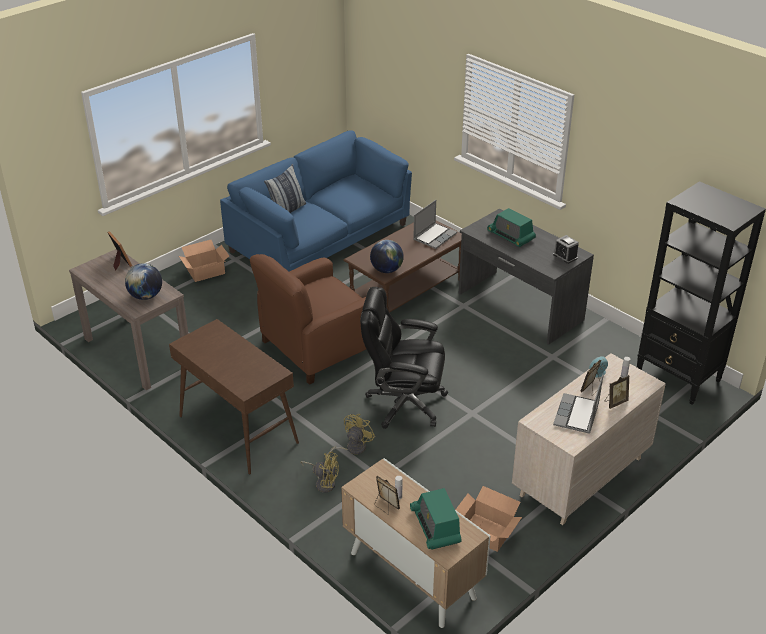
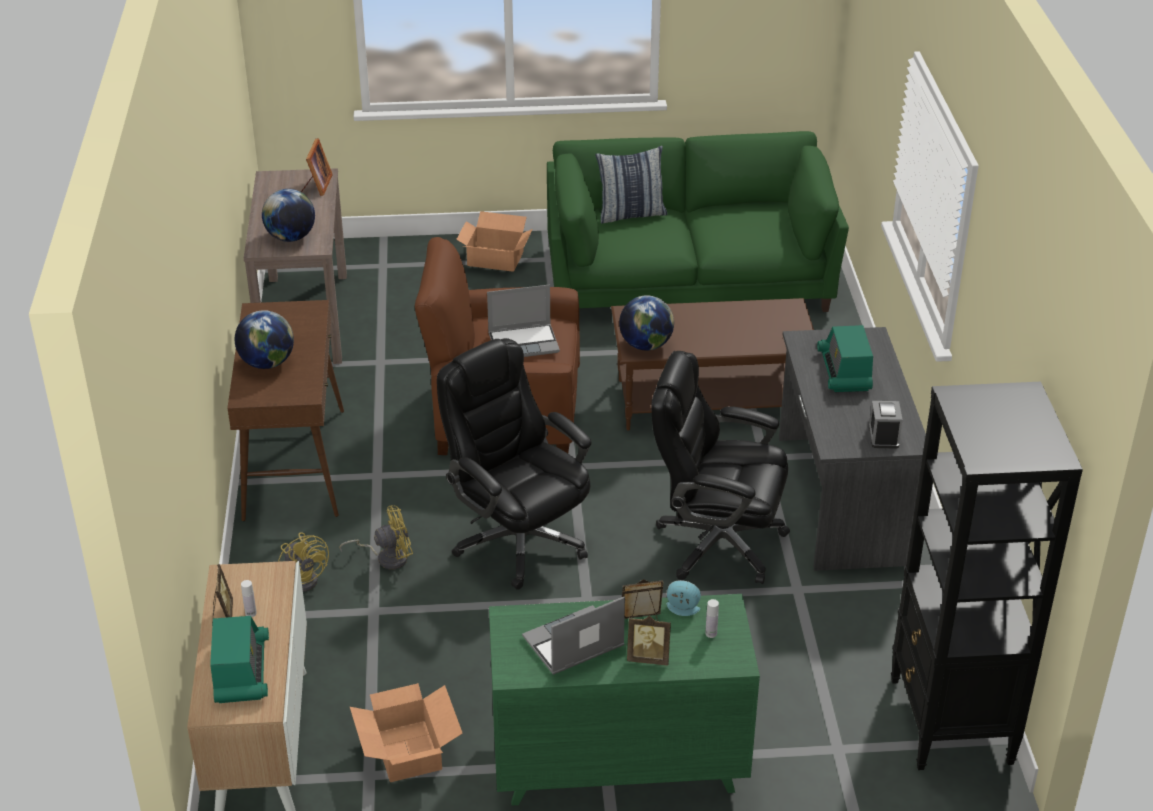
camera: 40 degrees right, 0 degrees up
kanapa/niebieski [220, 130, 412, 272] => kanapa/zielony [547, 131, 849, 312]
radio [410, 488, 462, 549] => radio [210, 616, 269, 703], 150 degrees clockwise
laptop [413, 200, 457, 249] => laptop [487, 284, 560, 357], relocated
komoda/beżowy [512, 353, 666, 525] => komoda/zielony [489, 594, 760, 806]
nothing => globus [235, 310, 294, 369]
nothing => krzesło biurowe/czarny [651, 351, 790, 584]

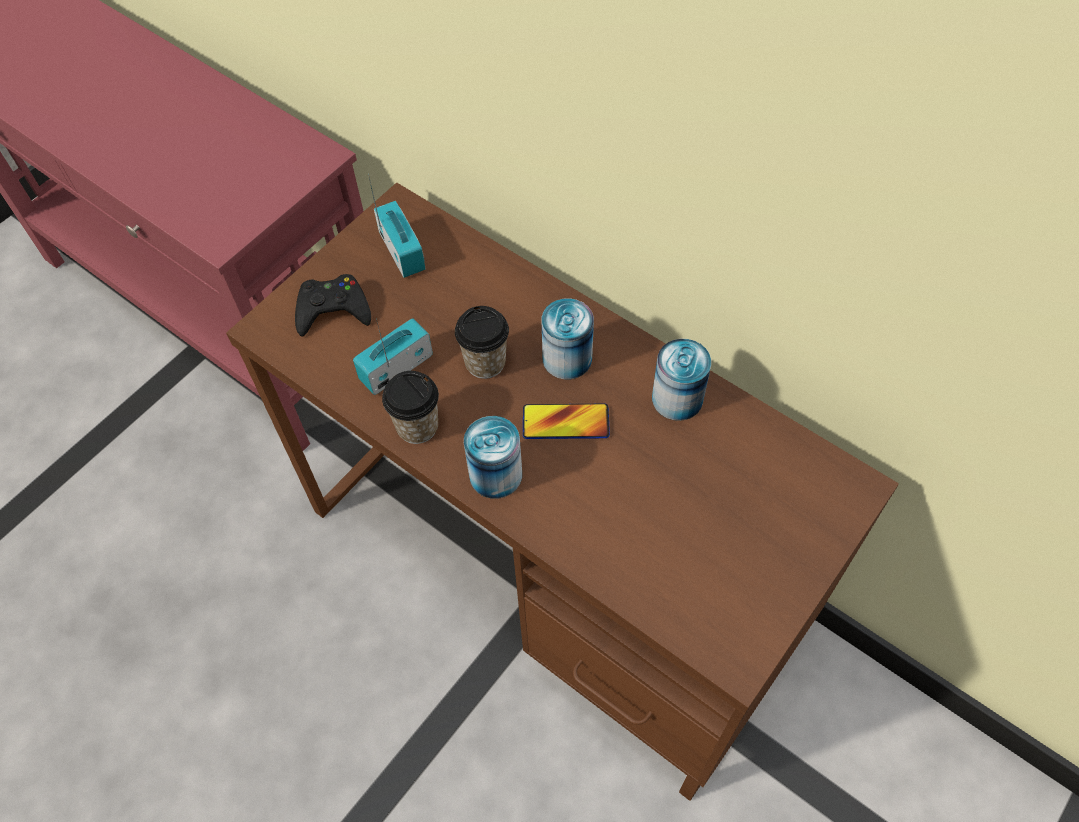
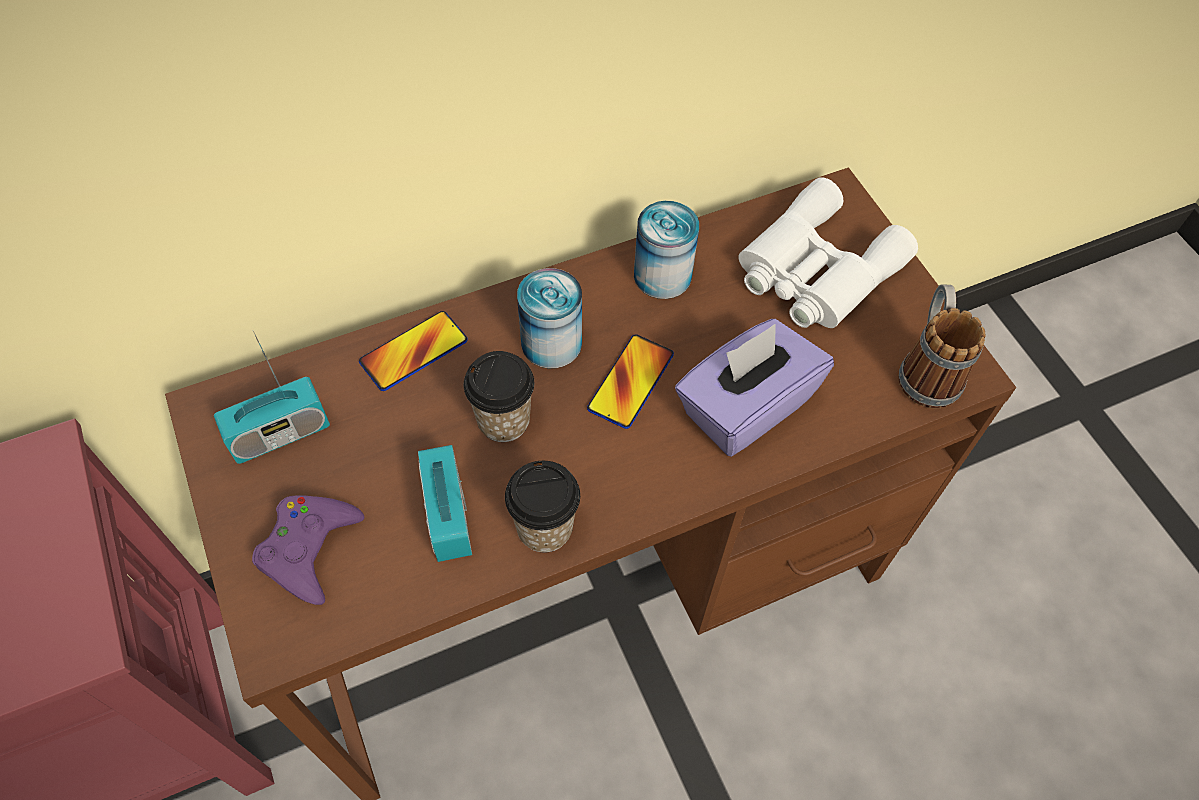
camera: 65 degrees left, 0 degrees up
pad do gier/czarny [295, 274, 371, 337] => pad do gier/fioletowy [252, 495, 364, 605]
radio [368, 174, 426, 278] => radio [214, 331, 330, 464], 150 degrees clockwise
puszka [464, 416, 522, 499] => nothing
nothing => telefon [359, 311, 468, 391]
nothing => pudełko chusteczek/fioletowy [675, 319, 834, 457]
nothing => lornetka/biały [738, 177, 918, 328]
nothing => kubek [898, 284, 985, 408]

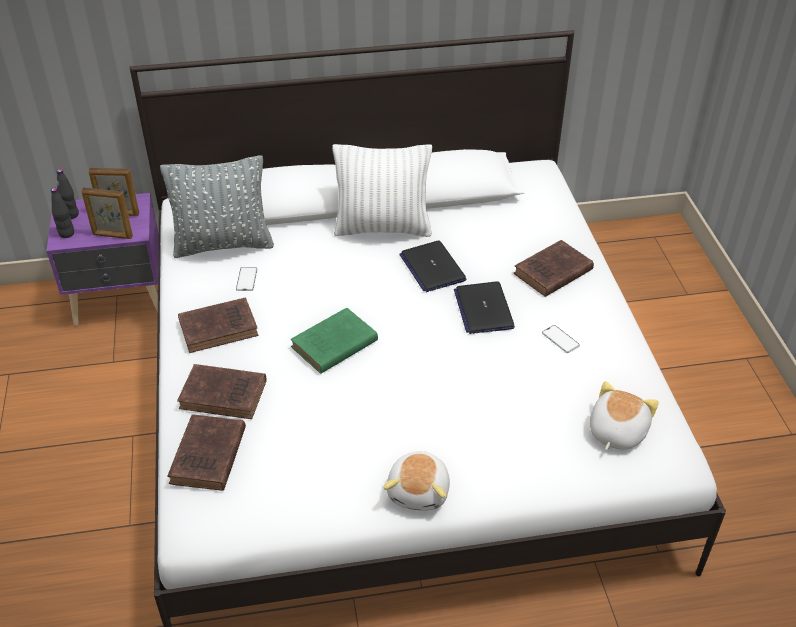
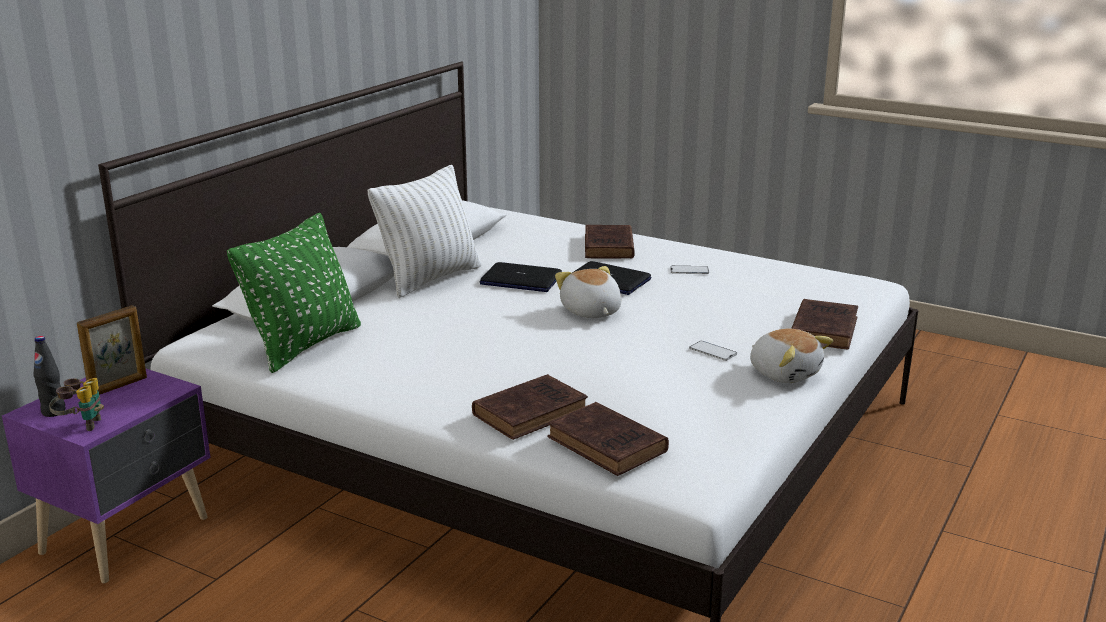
camera: 50 degrees left, 20 degrees down
butelka/czarny [51, 188, 74, 238] => lornetka [49, 378, 104, 431]
ramka na zdjęcie [81, 187, 133, 239] => nothing
poduszka/szary [160, 155, 274, 258] => poduszka/zielony [227, 213, 361, 373]
książka/brązowy [178, 297, 259, 353] => książka/brązowy [791, 299, 858, 349], relocated
telefon [236, 267, 257, 291] => telefon [689, 341, 737, 361], relocated
książka/zielony [291, 308, 378, 374] => nothing
pluszak [590, 381, 659, 450] => pluszak [555, 266, 621, 318], relocated

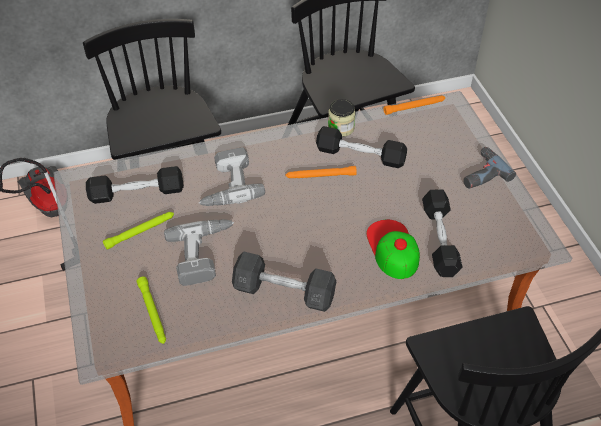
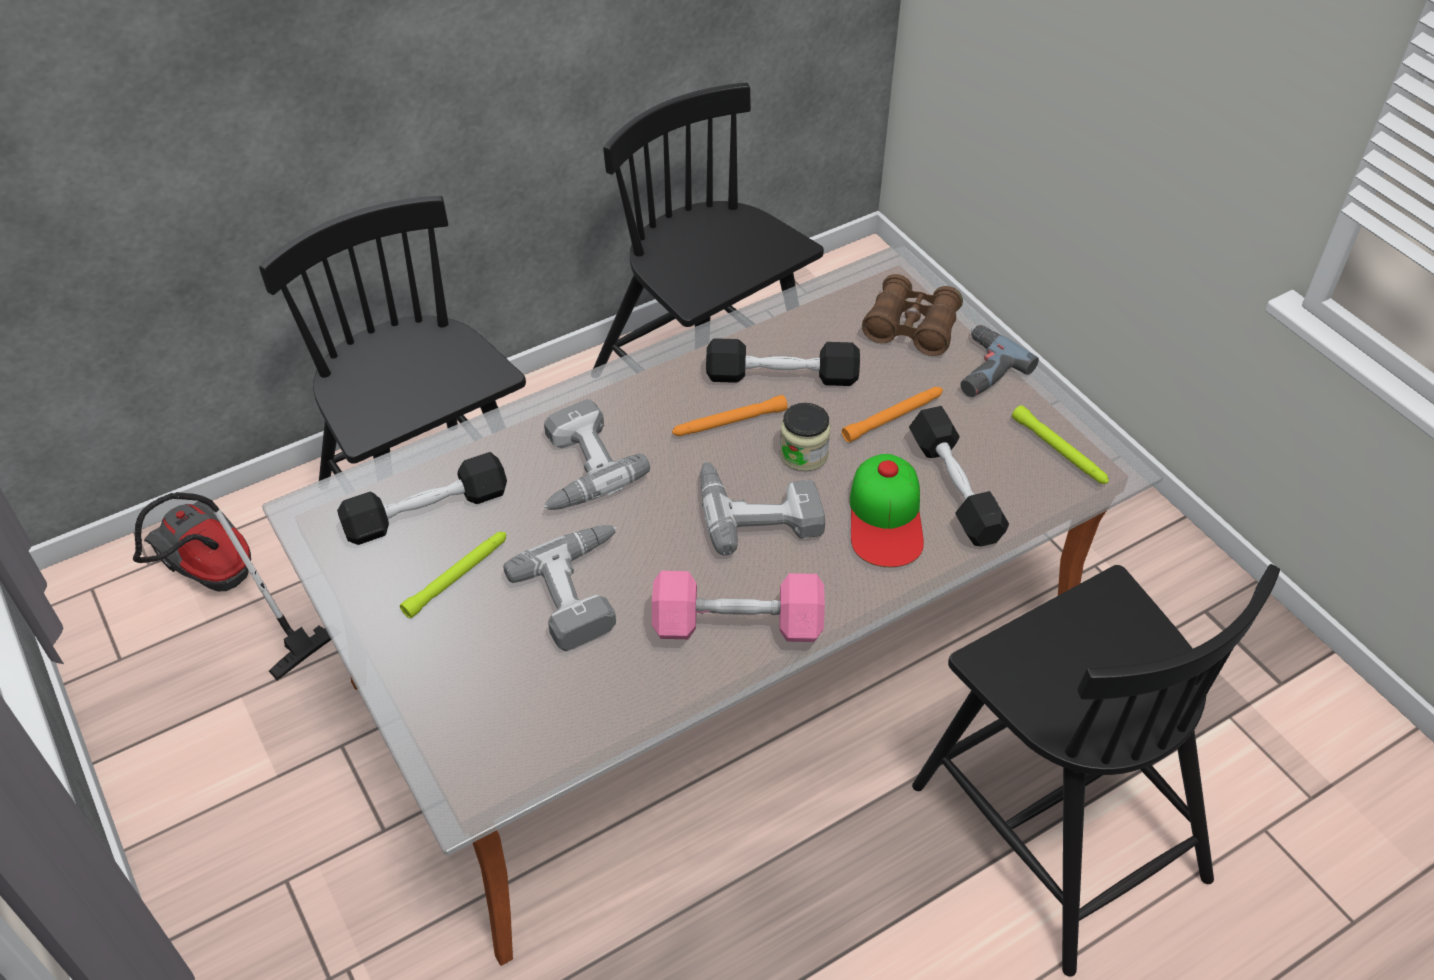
camera: 15 degrees left, 0 degrees up
latarka/zielony [136, 277, 166, 344] => latarka/zielony [1012, 405, 1109, 484], relocated
hantel/szary [232, 251, 336, 312] => hantel/różowy [652, 571, 825, 642]
słoik [328, 99, 355, 137] => słoik [779, 403, 831, 471], relocated
czapka z daszkiem [366, 220, 420, 279] => czapka z daszkiem [850, 454, 924, 567], 150 degrees counterclockwise
latarka/pomarańczowy [383, 95, 445, 115] => latarka/pomarańczowy [842, 387, 943, 442], relocated
nothing => wiertarka [700, 462, 825, 555]
nothing => lornetka/brązowy [862, 274, 963, 356]

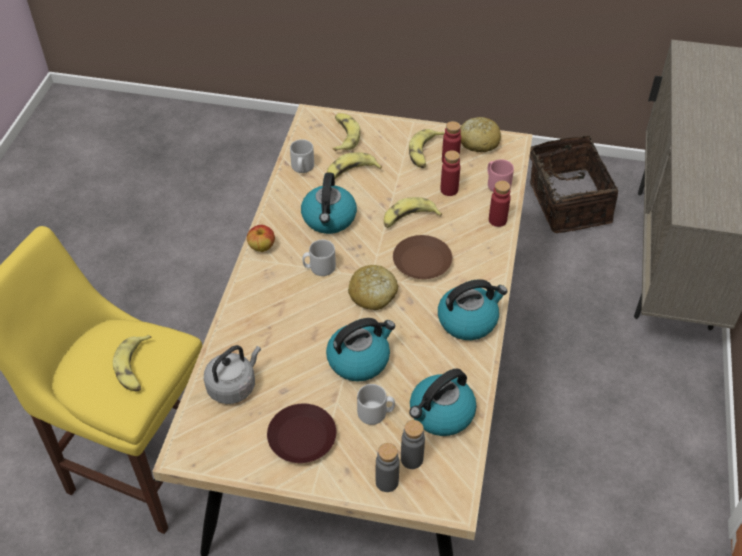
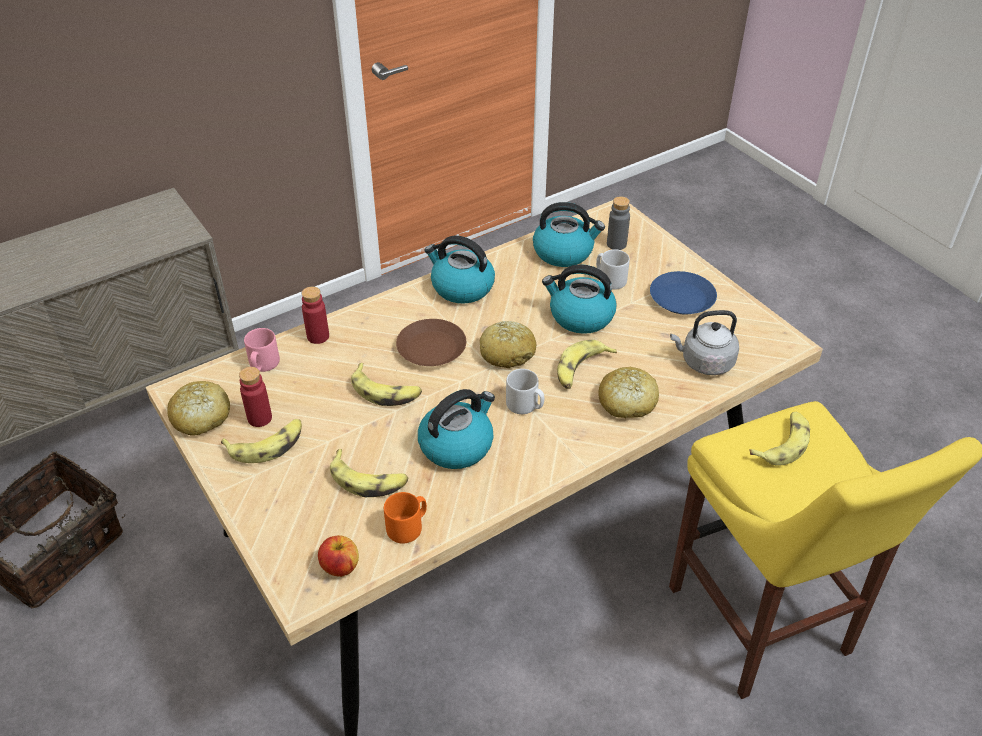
camera: 135 degrees left, 5 degrees down
jabłko [247, 225, 275, 252] => jabłko [318, 535, 359, 577], relocated
talerz/brązowy [267, 404, 336, 463] => talerz/niebieski [650, 271, 717, 314]
kubek/szary [290, 139, 314, 173] => kubek/pomarańczowy [384, 492, 427, 543]
banan [333, 113, 360, 151] => banan [557, 340, 617, 389], relocated
butelka/szary [376, 443, 400, 492] => nothing
butelka/czerwony [440, 150, 460, 196] => nothing
nothing => chleb [598, 367, 659, 418]

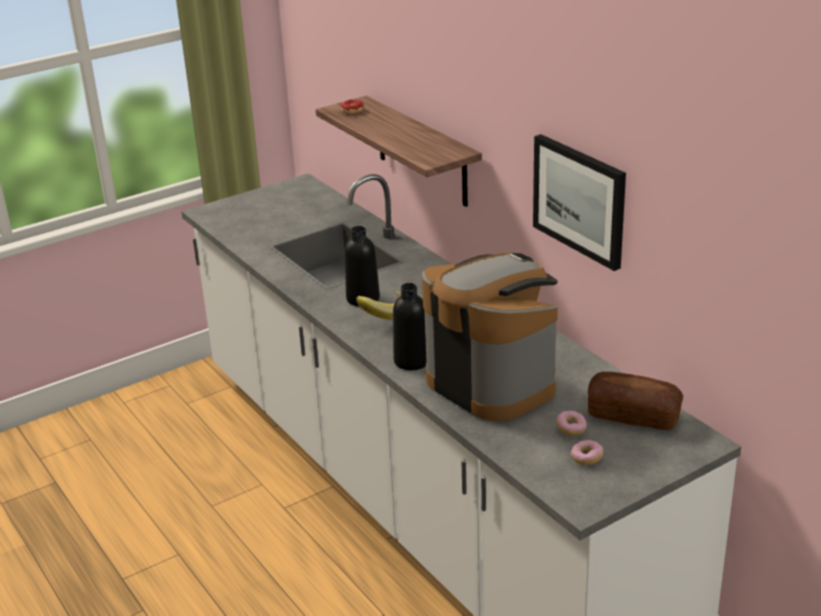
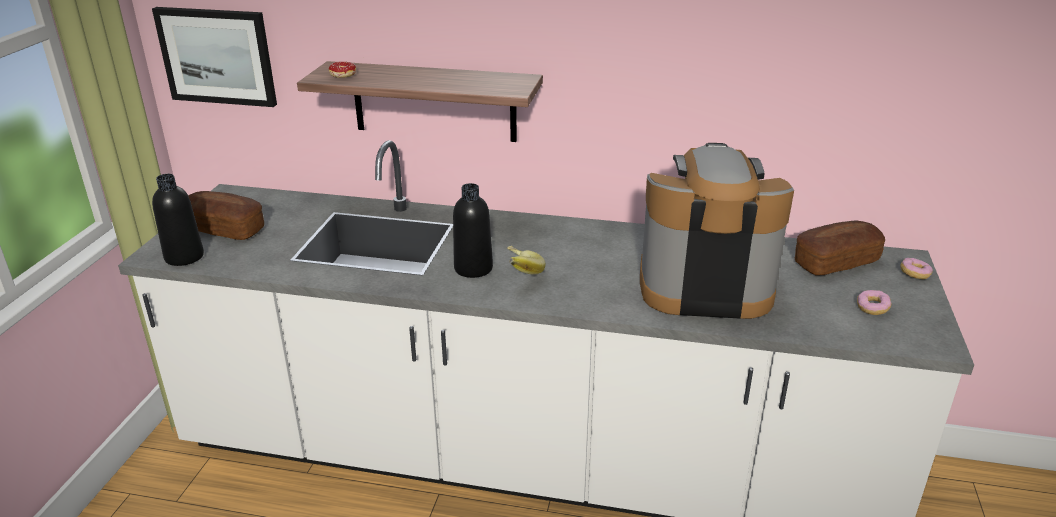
camera: 45 degrees left, 0 degrees up
butelka/czarny [393, 283, 427, 370] => butelka/czarny [152, 174, 204, 266], relocated
obraz [533, 134, 626, 271] => obraz [152, 7, 277, 107], relocated
donut [556, 411, 587, 436] => donut [900, 258, 933, 279], relocated
nothing => chleb [189, 191, 264, 240]

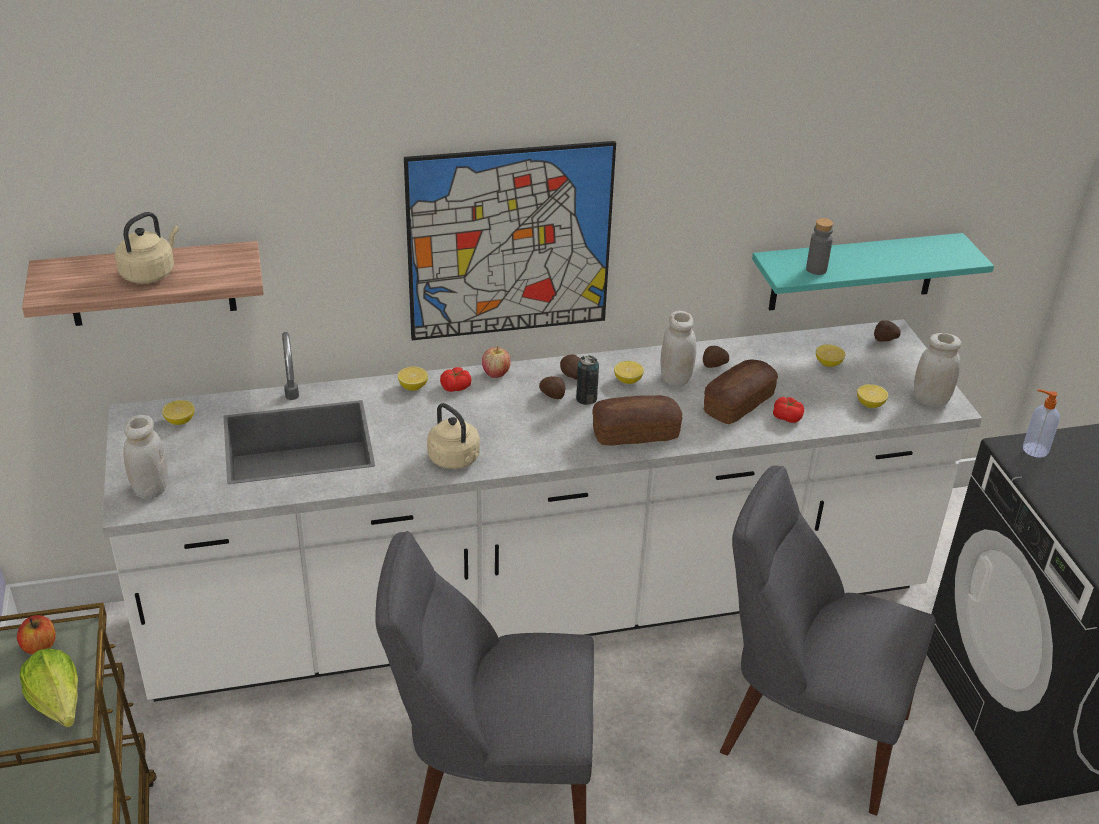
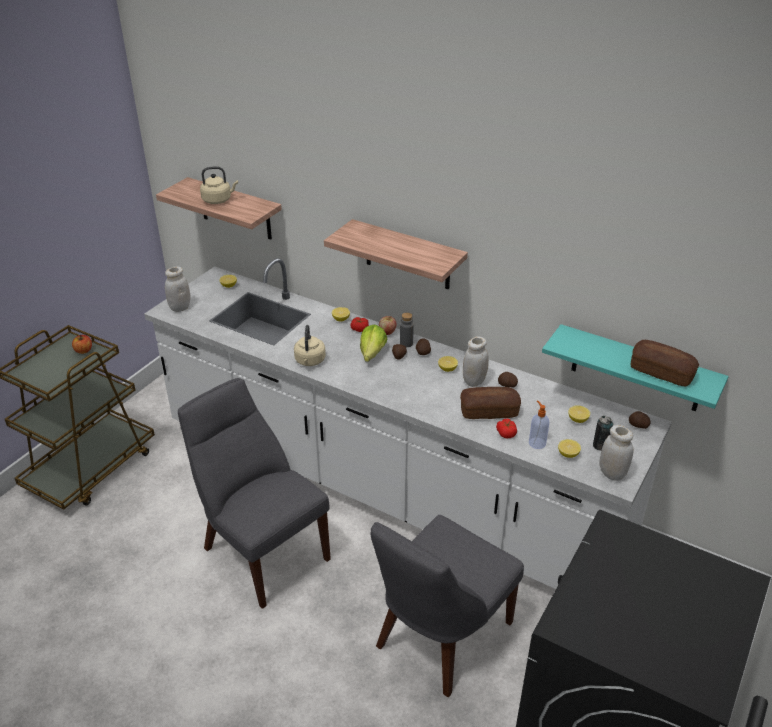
camera: 45 degrees right, 0 degrees up
sałata [20, 648, 78, 728] => sałata [360, 325, 387, 362], relocated
obraz [404, 141, 616, 340] => półka [324, 219, 468, 290]
puszka [576, 355, 599, 405] => puszka [593, 416, 613, 451], relocated
chleb [592, 395, 683, 445] => chleb [630, 340, 699, 387], relocated
krzesło/szary [720, 466, 936, 816] => krzesło/szary [371, 515, 524, 697], 120 degrees counterclockwise
butelka/szary [806, 218, 833, 275] => butelka/szary [400, 312, 414, 347], relocated
dozownik mydła [1023, 389, 1060, 458] => dozownik mydła [529, 400, 549, 449], relocated

